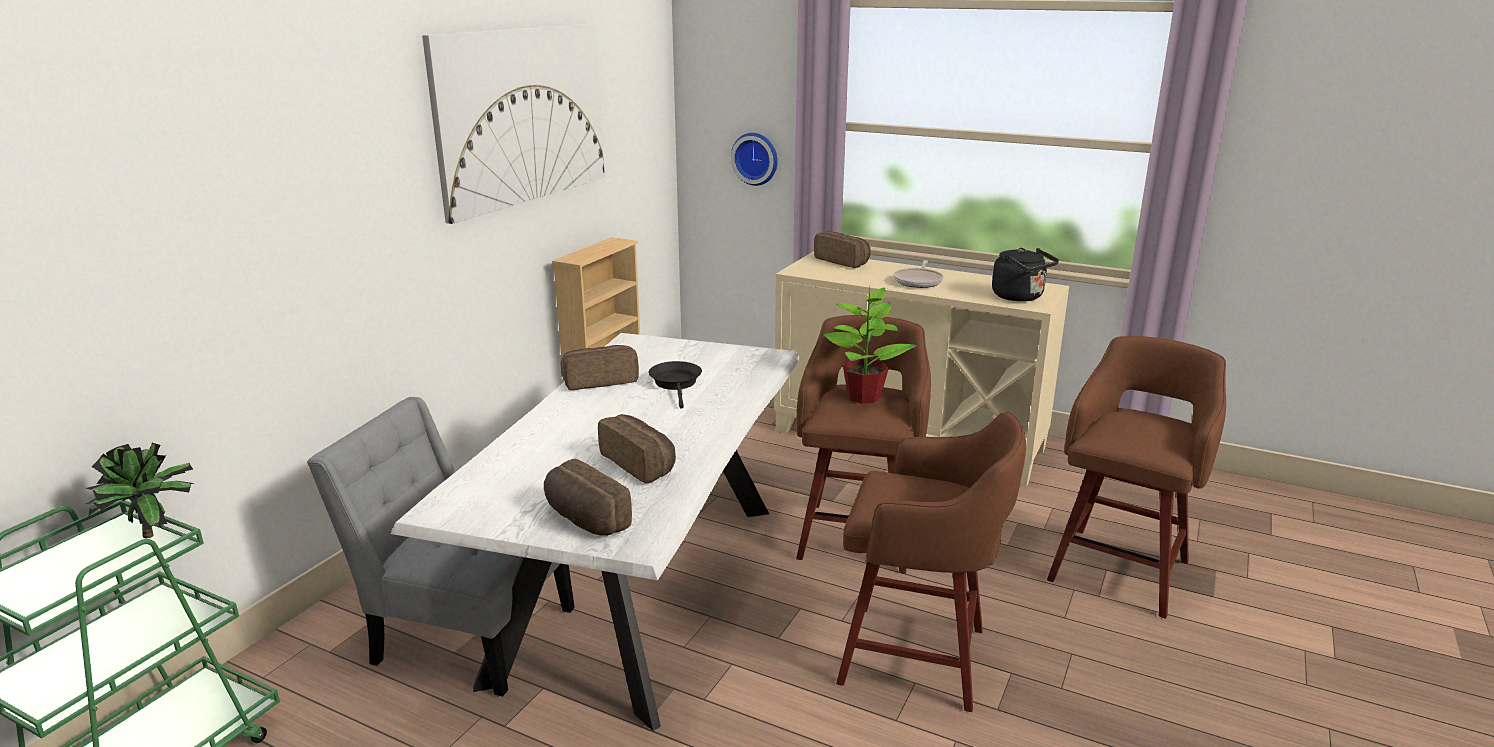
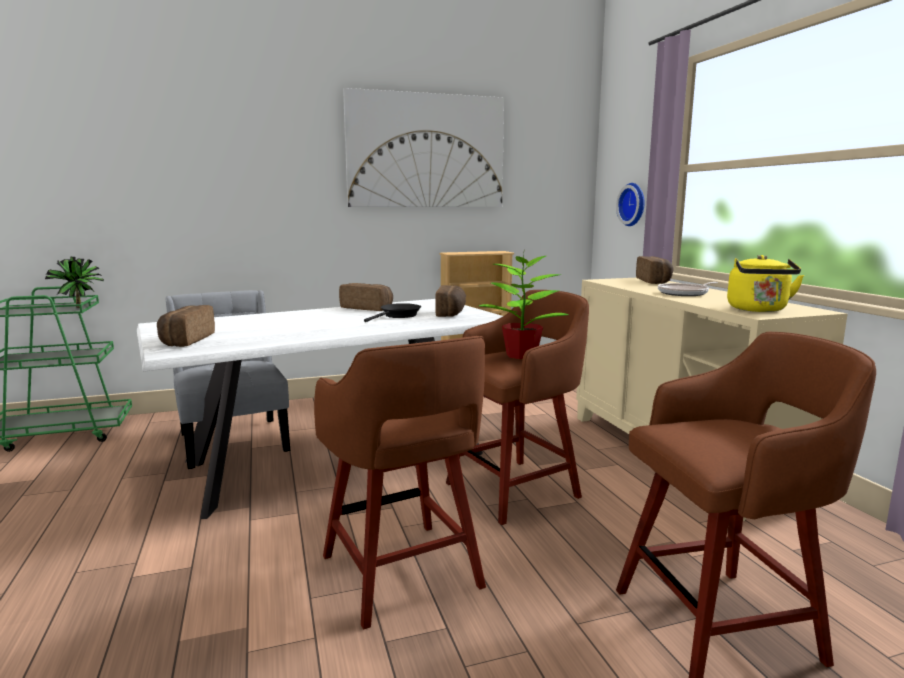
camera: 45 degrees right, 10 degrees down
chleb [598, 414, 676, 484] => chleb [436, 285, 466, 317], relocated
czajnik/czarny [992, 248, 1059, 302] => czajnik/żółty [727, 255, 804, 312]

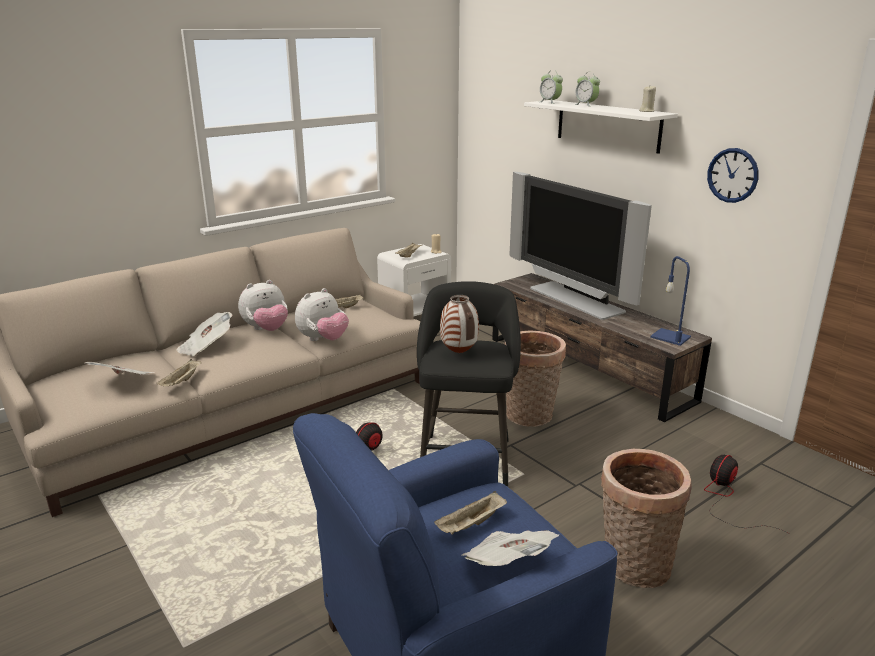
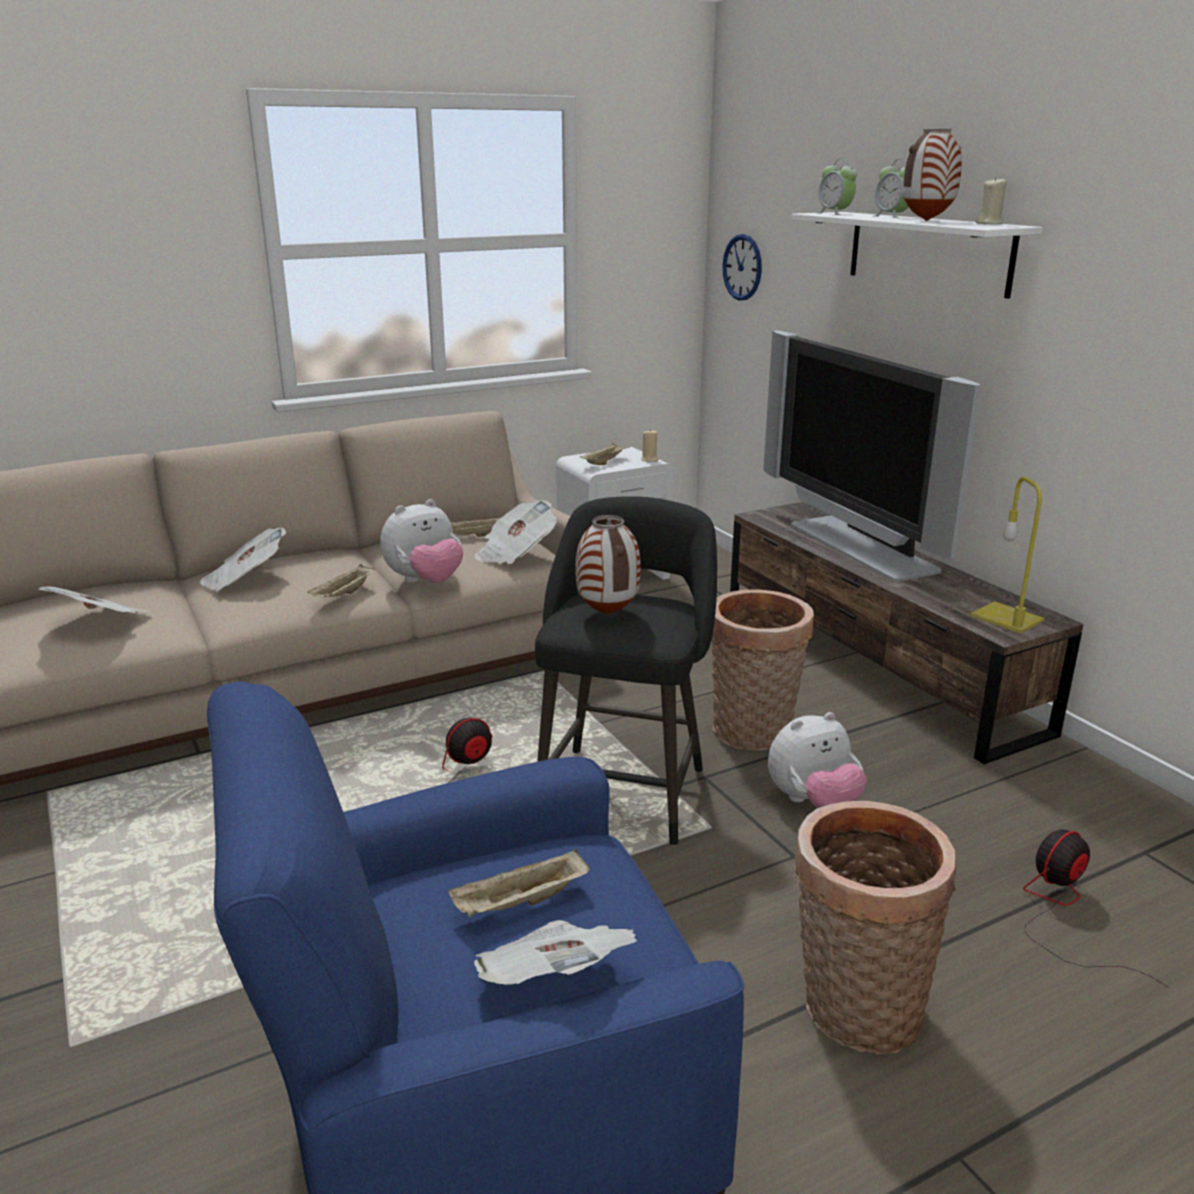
camera: 10 degrees right, 0 degrees up
taca/beżowy [156, 359, 202, 386] => taca/beżowy [307, 564, 375, 597], relocated
pluszak [238, 280, 288, 331] => pluszak [768, 712, 867, 808], relocated
lampa stołowa/niebieski [650, 256, 691, 346] => lampa stołowa/żółty [970, 476, 1044, 633]
zegar ścienny [707, 148, 759, 203] => zegar ścienny [722, 234, 762, 301], relocated
nothing => gazeta [474, 500, 557, 564]
nothing => wazon [902, 128, 962, 221]

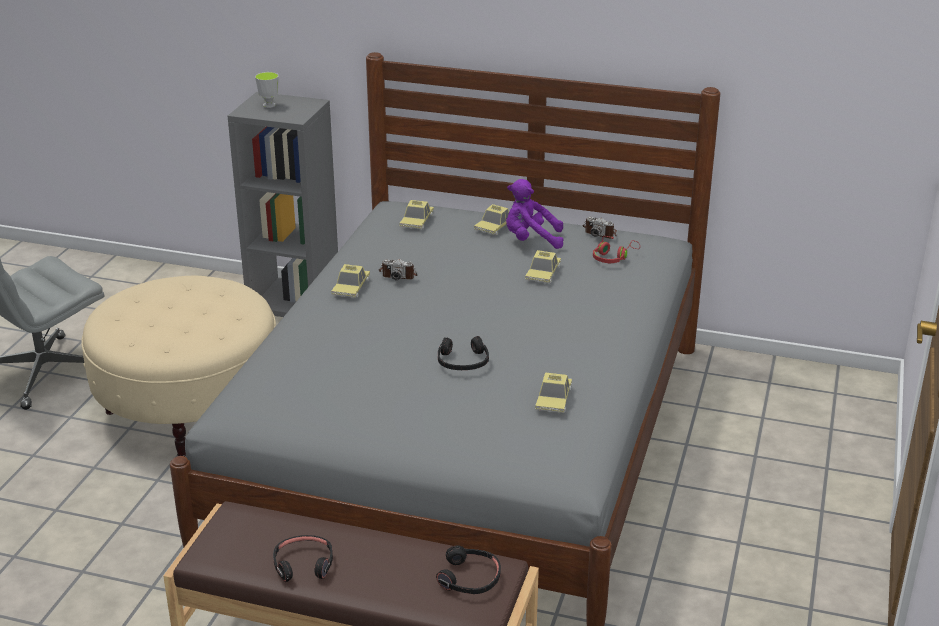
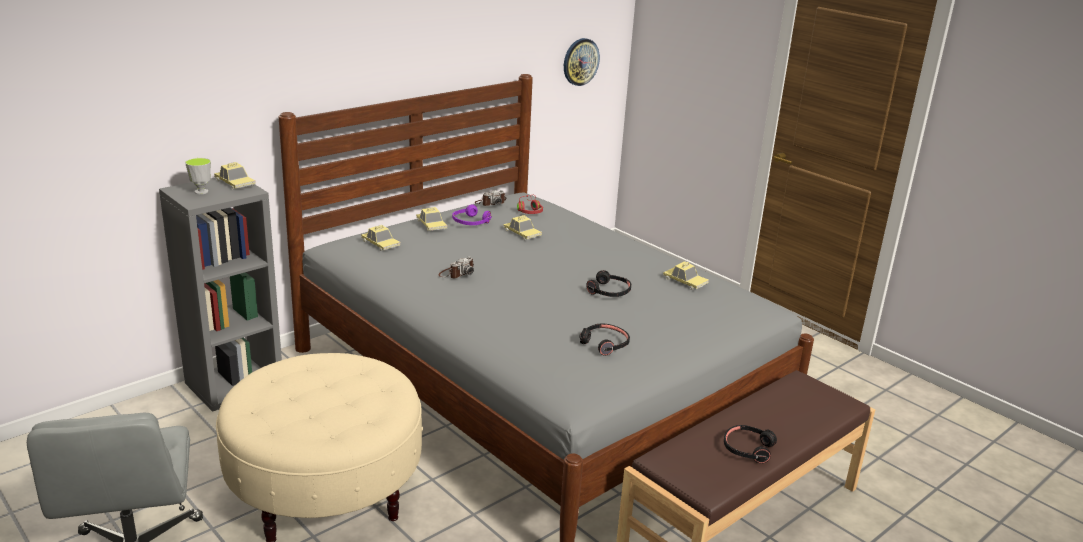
camera: 60 degrees left, 5 degrees down
samochodzik [331, 264, 370, 298] => samochodzik [214, 162, 256, 190], relocated
słuchawki/czarny [436, 545, 501, 594] => słuchawki/czarny [579, 323, 630, 356], relocated
pluszak/fioletowy [506, 179, 564, 249] => słuchawki/fioletowy [452, 204, 492, 225]
nothing => zegar ścienny [564, 38, 600, 86]

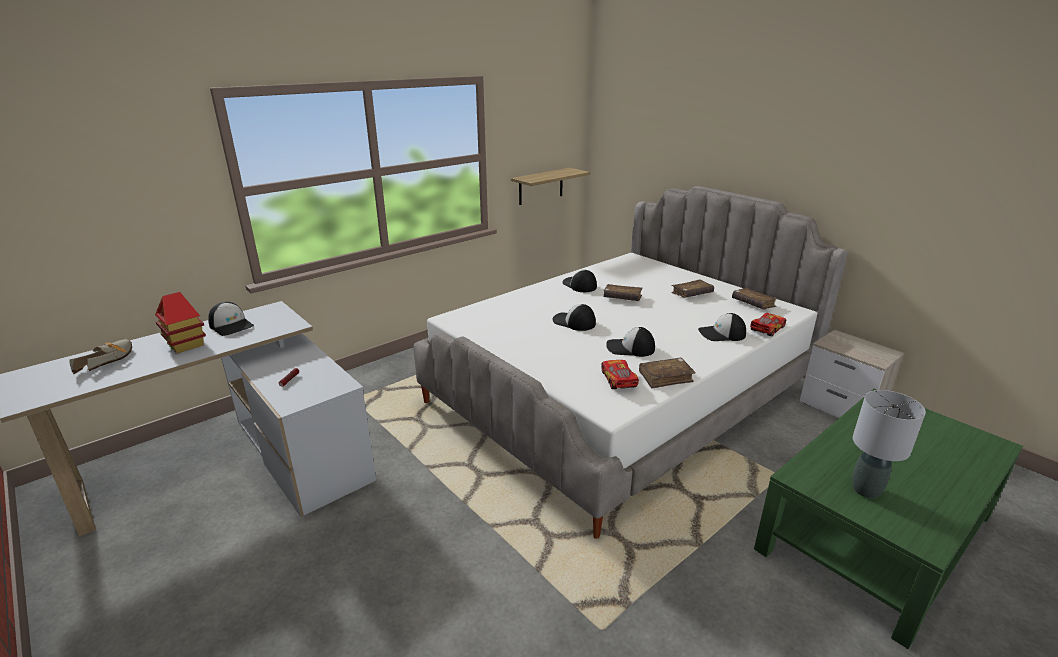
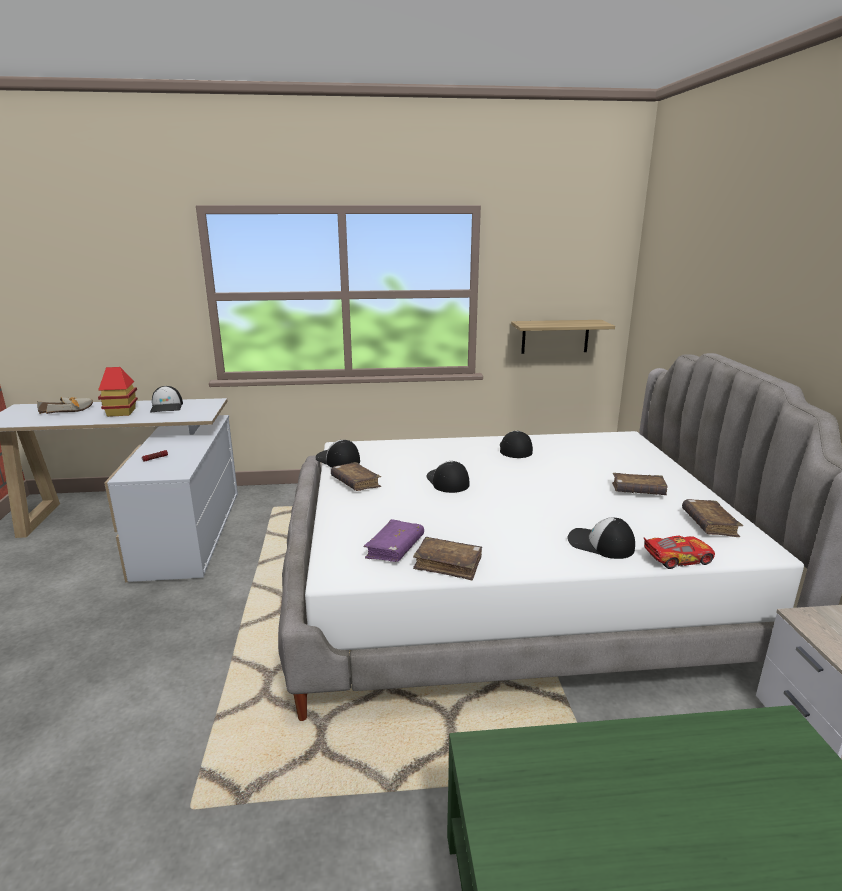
camera: 35 degrees right, 5 degrees down
samochodzik [601, 360, 639, 389] => książka/fioletowy [364, 519, 424, 562]
książka/brązowy [604, 284, 642, 301] => książka/brązowy [331, 462, 381, 491], relocated
czapka z daszkiem [606, 327, 655, 357] => czapka z daszkiem [315, 440, 360, 468], relocated
lampa stołowa/szary [852, 390, 926, 498] => nothing

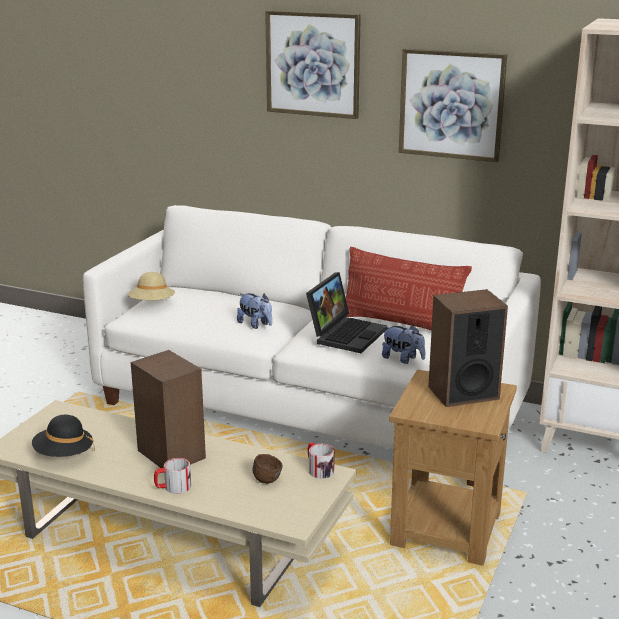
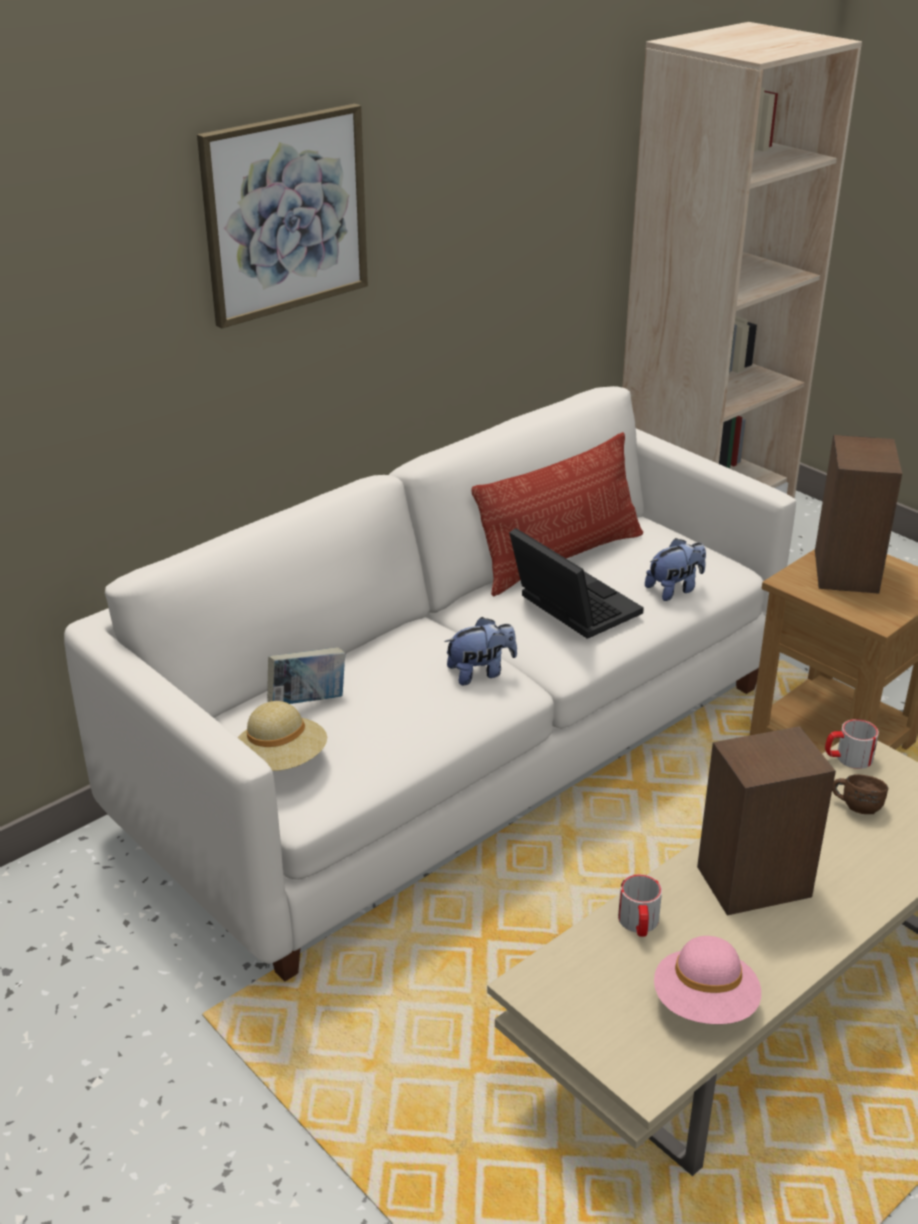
camera: 65 degrees left, 10 degrees up
kapelusz/czarny [32, 415, 95, 457] => kapelusz/różowy [654, 936, 761, 1024]
kubek [154, 458, 191, 494] => kubek [618, 874, 662, 937], relocated
obraz [399, 49, 507, 162] => nothing
nothing => książka [267, 647, 345, 704]

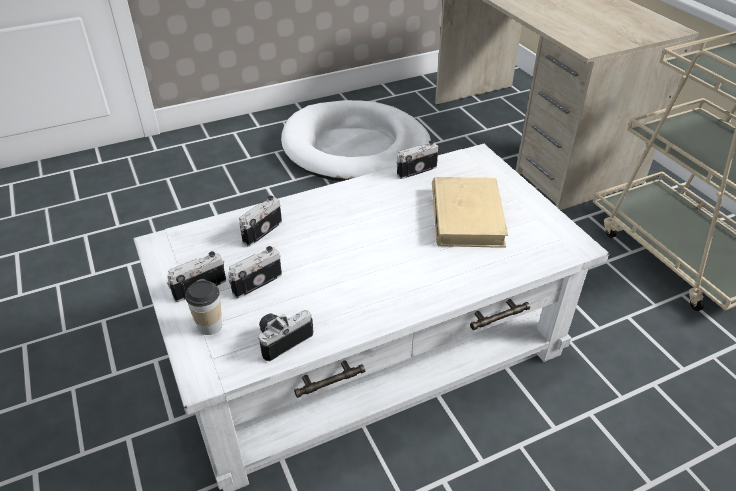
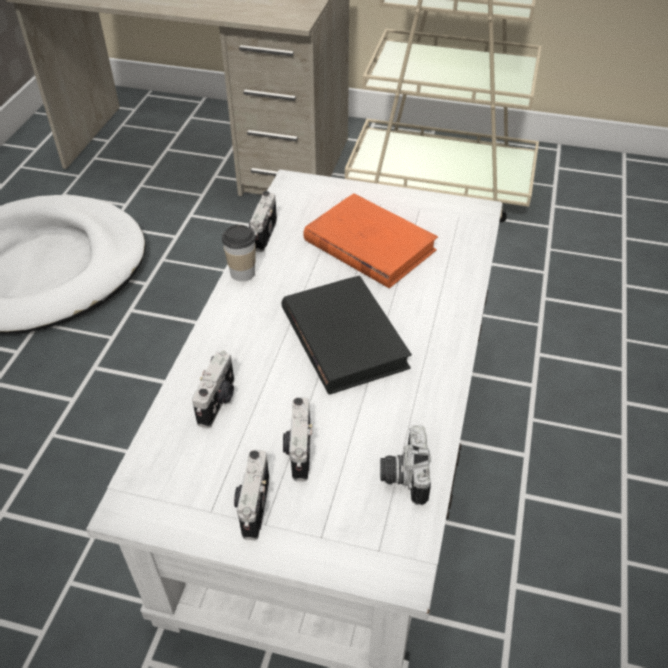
camera: 50 degrees left, 5 degrees up
filiżanka [185, 280, 222, 335] => filiżanka [222, 225, 256, 281], relocated
aparat fotograficzny [239, 195, 282, 246] => aparat fotograficzny [192, 350, 234, 428], 150 degrees counterclockwise
książka/beżowy [432, 177, 508, 248] => książka/pomarańczowy [303, 194, 438, 288]
nothing => książka/czarny [281, 276, 412, 395]

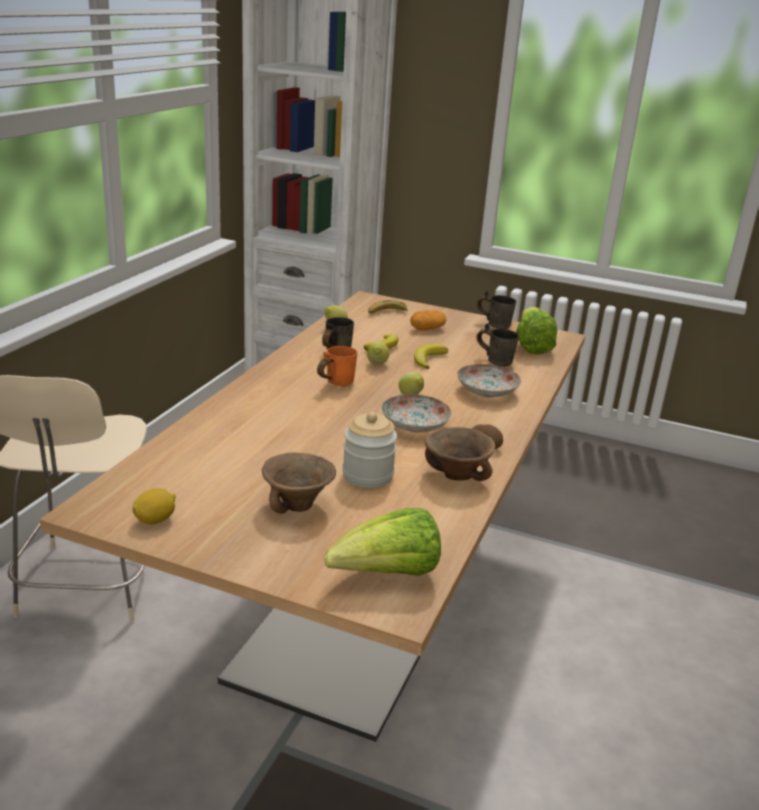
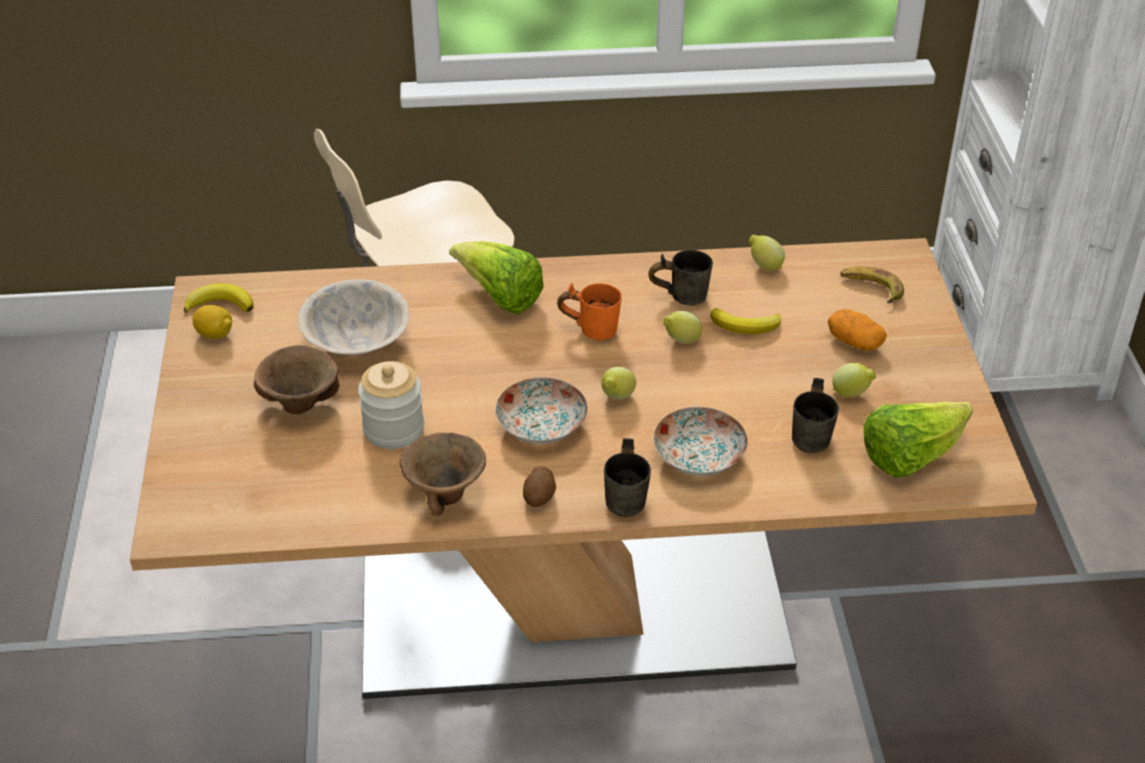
camera: 65 degrees right, 15 degrees up
sałata [324, 508, 441, 576] => sałata [449, 241, 544, 314], relocated
banan [414, 344, 448, 369] => banan [184, 283, 254, 313], relocated
kubek/szary [477, 291, 516, 329] => kubek/szary [604, 438, 651, 517], relocated
nothing => miska/beżowy [298, 279, 410, 355]
nothing => cytryna [832, 363, 876, 398]

